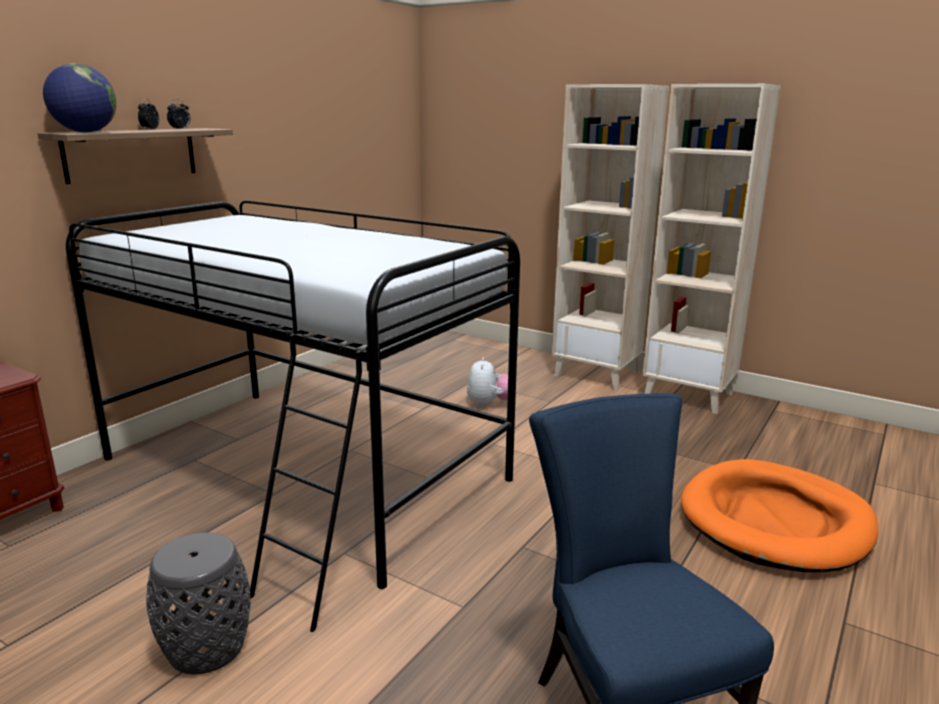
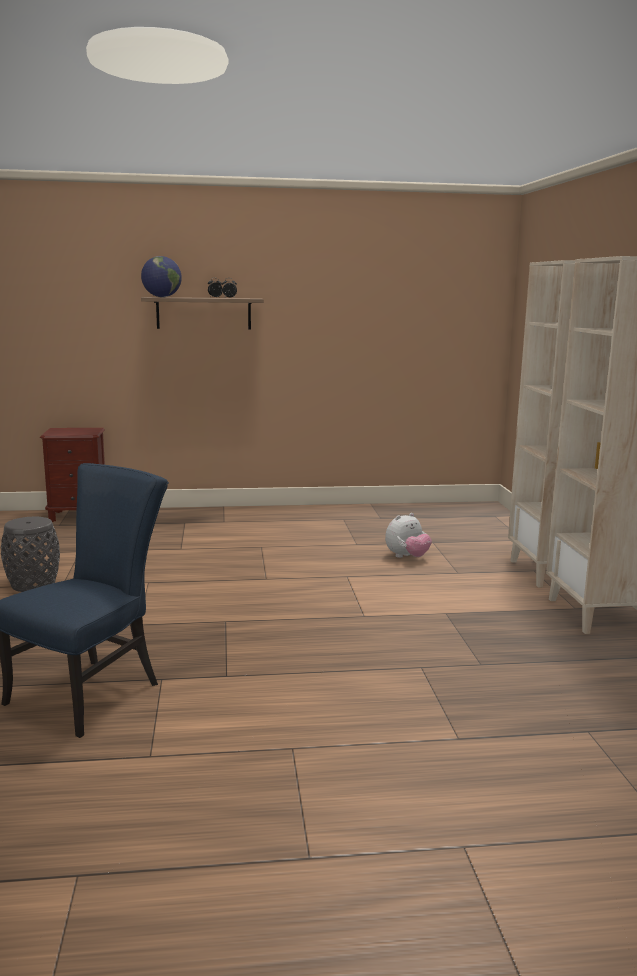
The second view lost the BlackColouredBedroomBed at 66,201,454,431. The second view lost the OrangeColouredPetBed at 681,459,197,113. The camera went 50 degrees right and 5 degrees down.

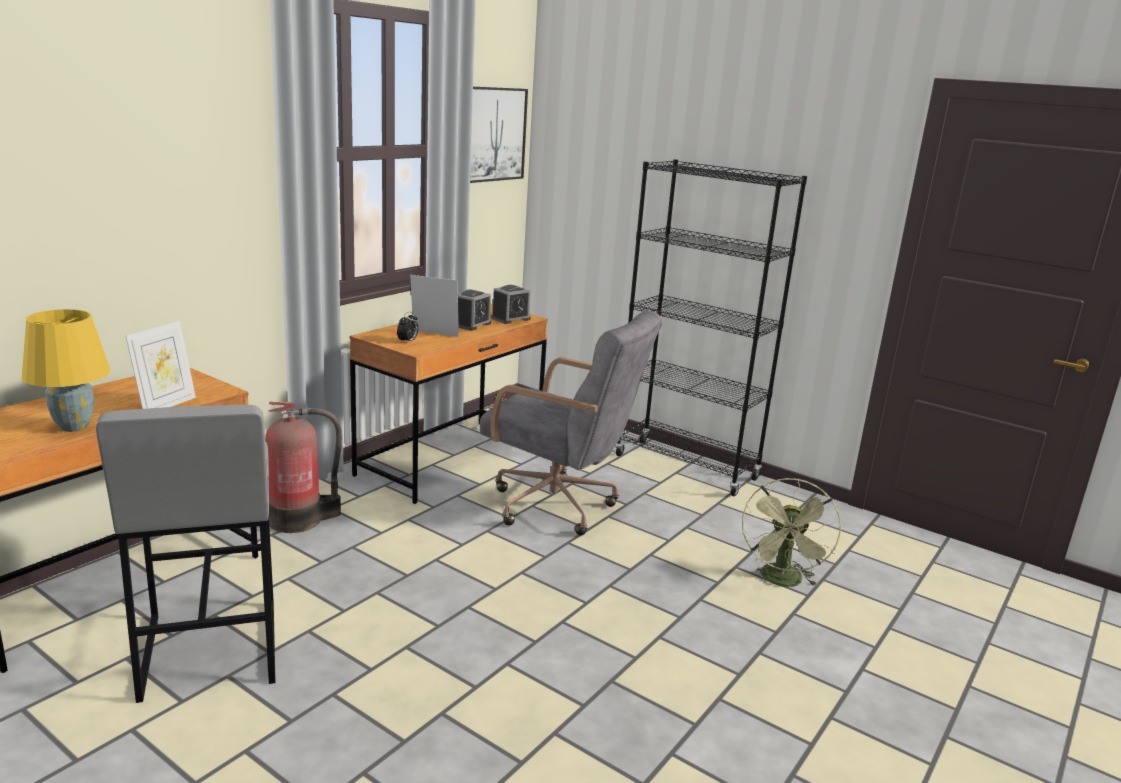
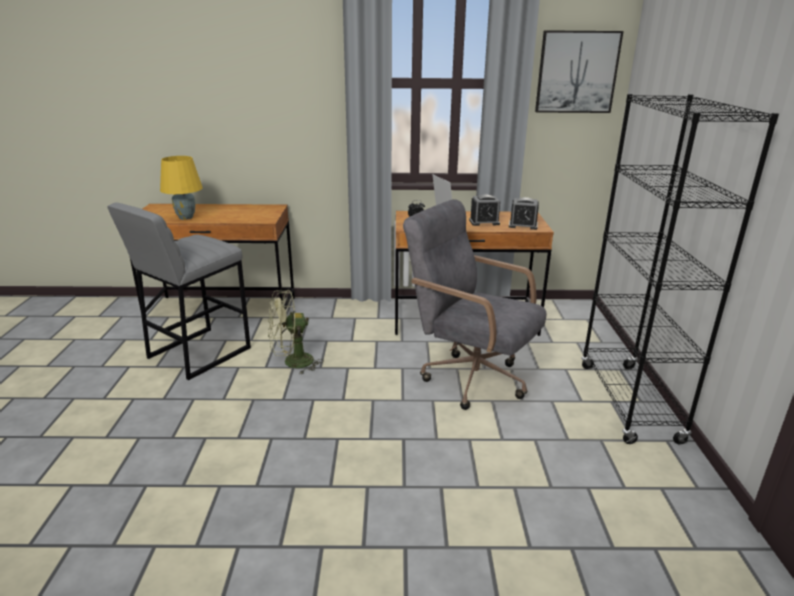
The GrayOfficeChair at 480,311,182,225 ended up facing another way, 135 degrees clockwise from before. The second view lost the PhotoFrame at 126,321,70,88. The second view lost the FireFightingCylinder at 265,402,77,131. The GreenColouredCoolingFan ended up elsewhere, having gone from 742,478,99,109 to 268,290,56,84. The camera went 55 degrees right and 5 degrees up.

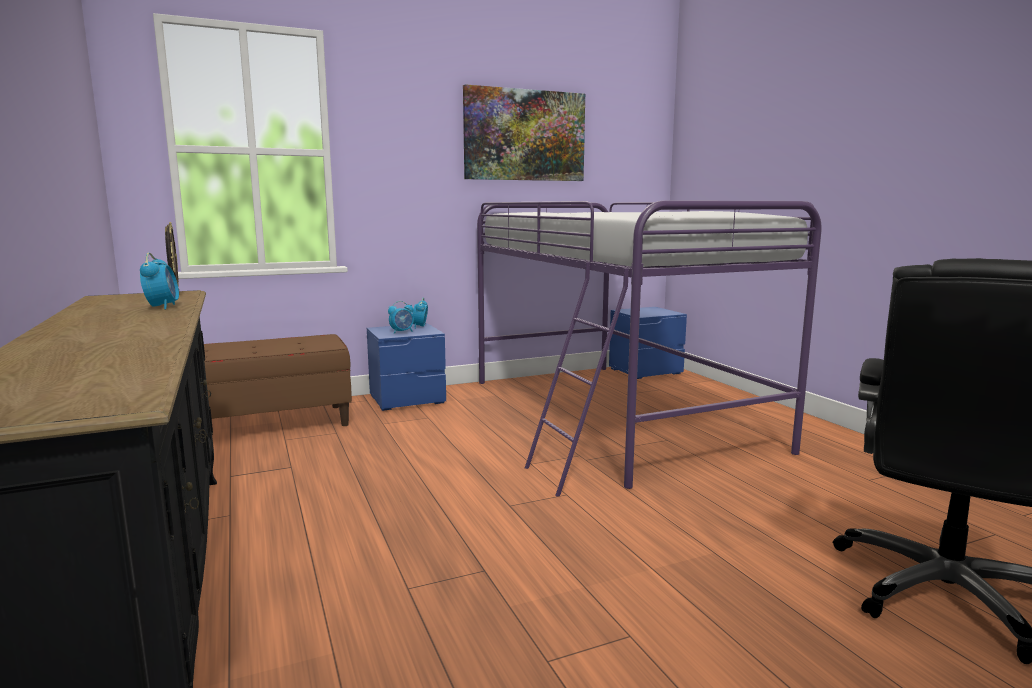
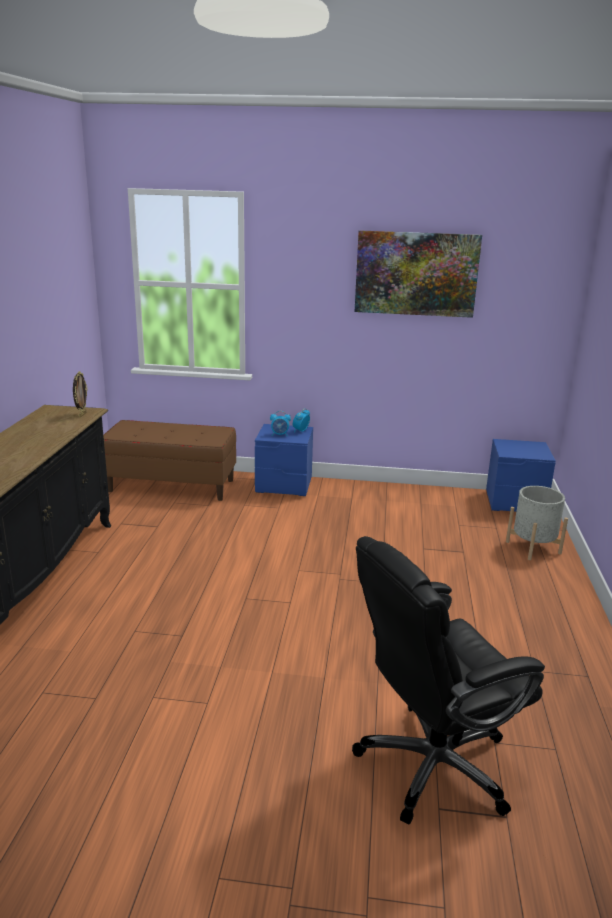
The second view lost the PurpleBedroomBed at 477,200,345,296. The second view lost the BedsideClock at 140,253,39,57. The second view gained the GrayFlowerPot at 506,486,62,74. The camera went 30 degrees right and 10 degrees up.

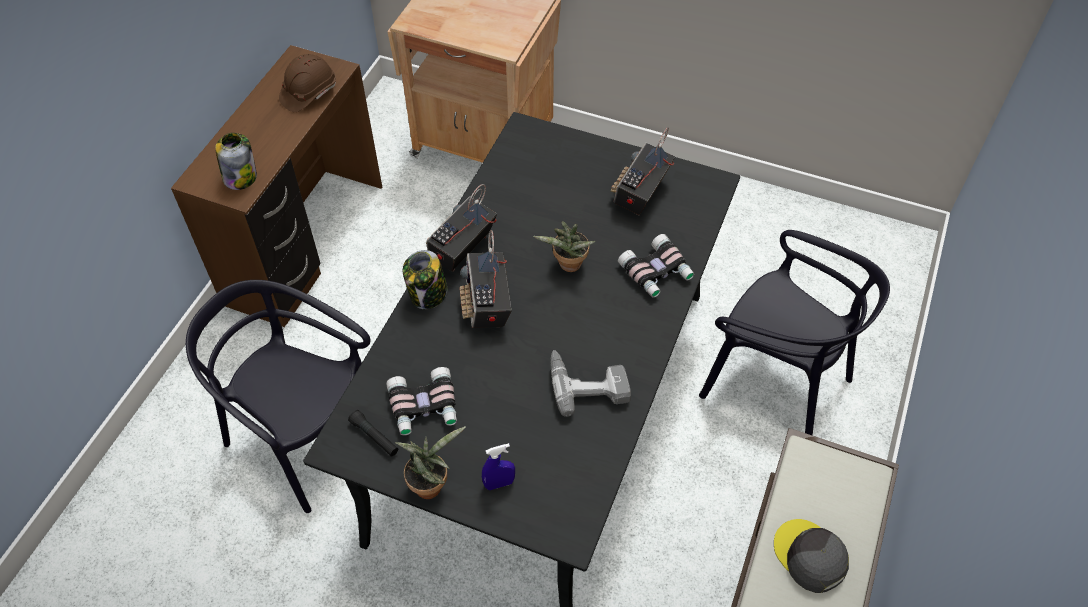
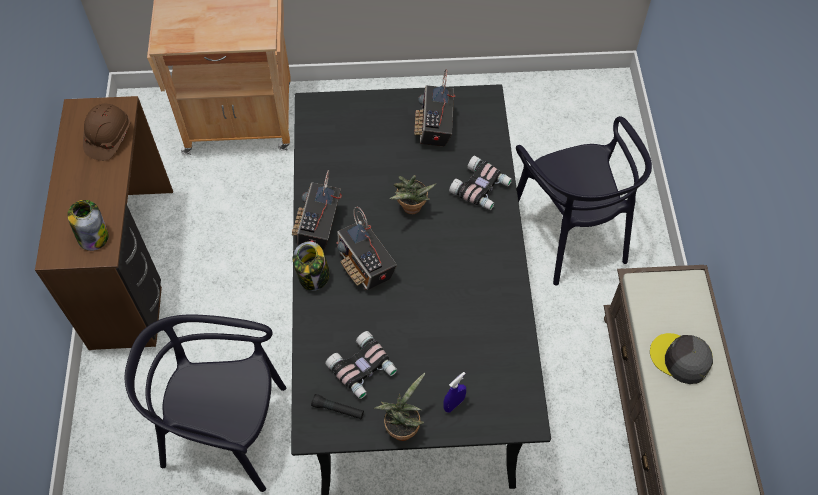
The BlackColouredPlainChair at 699,230,191,206 ended up facing another way, 60 degrees clockwise from before. The second view lost the ElectricDrill at 550,350,81,67. The camera went 25 degrees left and 5 degrees up.

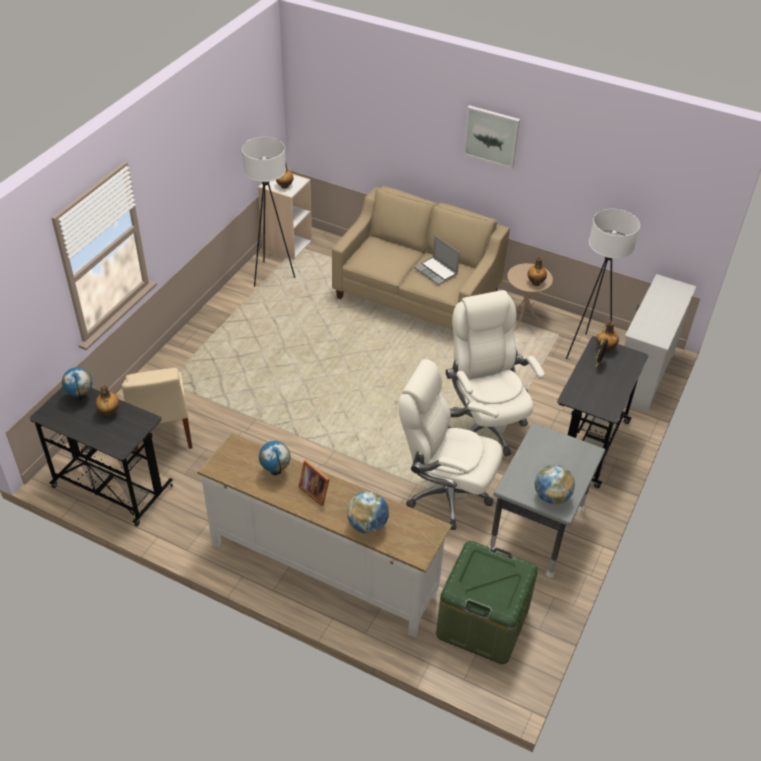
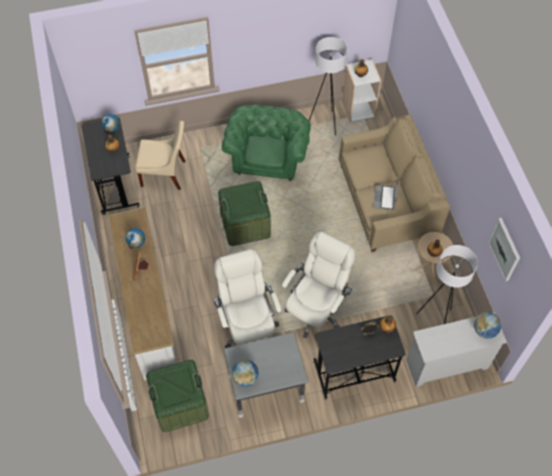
The Picture ended up elsewhere, having gone from 463,105,57,64 to 488,218,32,63. The BeigePlainChair at 122,368,70,84 ended up facing another way, 120 degrees counterclockwise from before. The DeskGlobe ended up elsewhere, having gone from 347,491,42,43 to 474,312,27,27. The second view gained the GreenColouredArmchair at 222,104,89,77. The second view gained the GreenColouredStorageBox at 218,181,53,65. The camera went 50 degrees right and 15 degrees up.

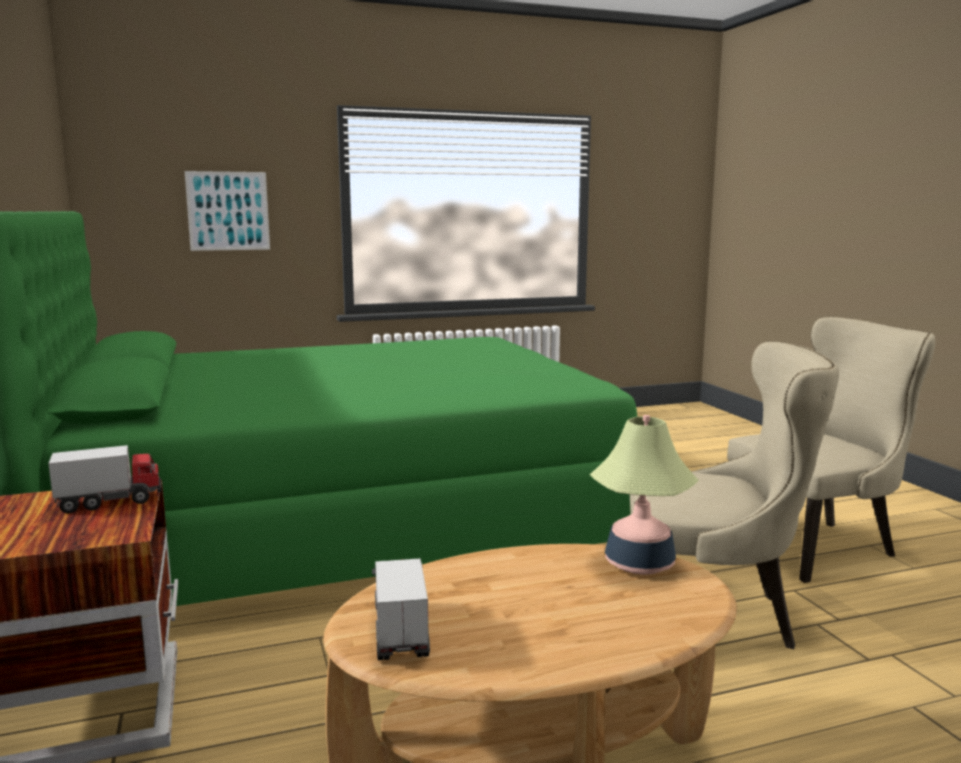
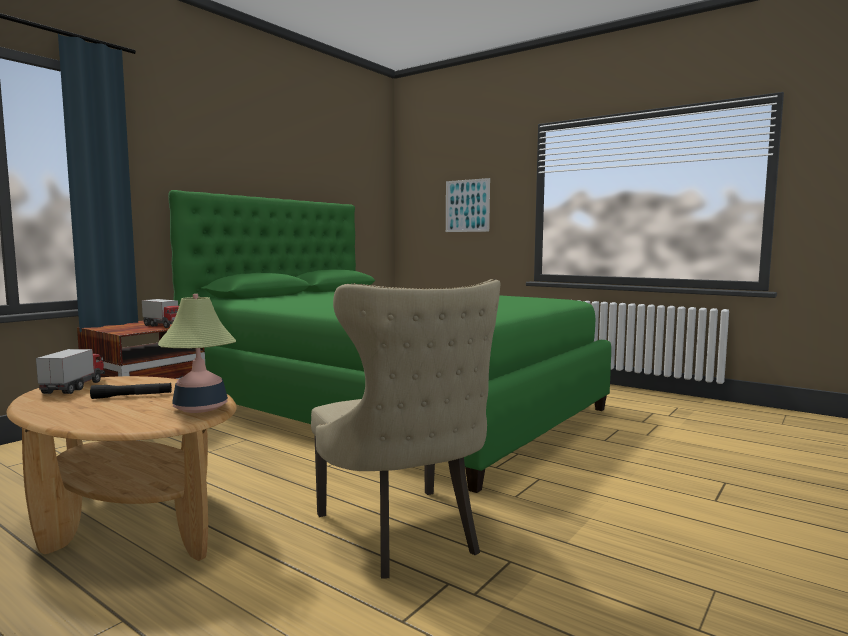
The second view lost the BeigePlainChair at 727,317,208,266. The ToyLorry at 372,558,58,102 ended up facing another way, 45 degrees counterclockwise from before. The second view gained the BlackColouredTorch at 90,383,82,16. The camera went 55 degrees right and 5 degrees down.

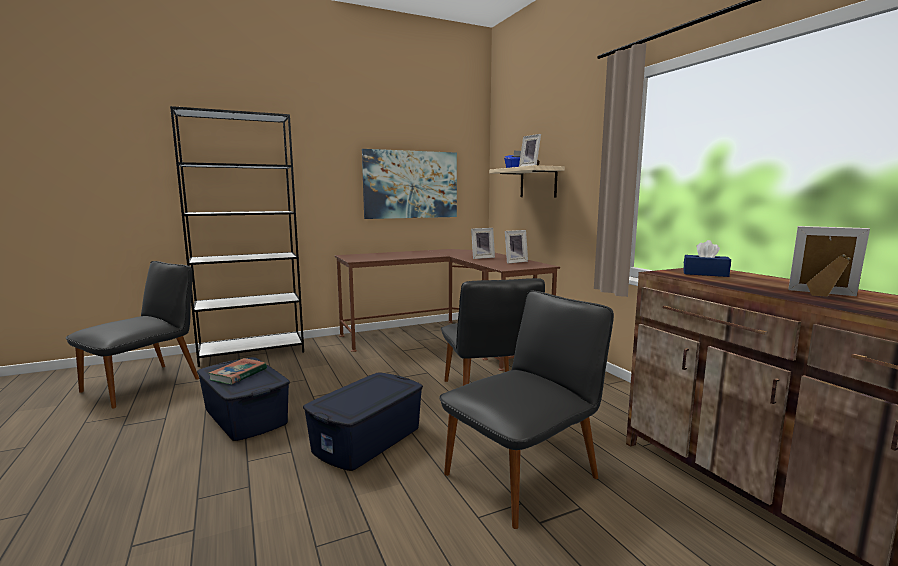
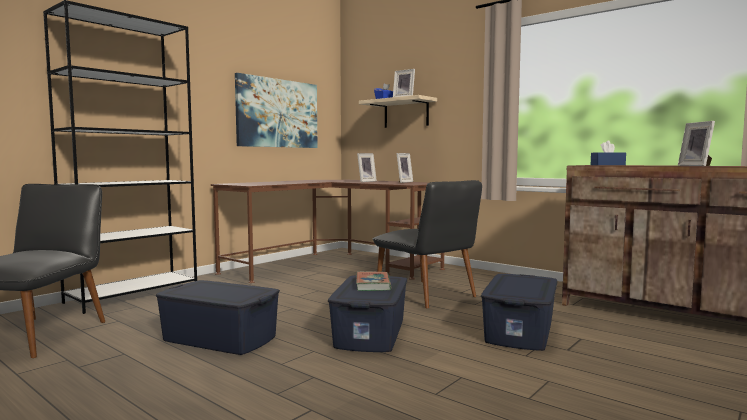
The PhotoFrame at 788,226,82,71 ended up facing another way, 105 degrees counterclockwise from before. Where the BlackColouredPlainChair stood at 440,290,174,239, the BlueColouredStorageBox came to stand at 481,274,76,77. The Book ended up elsewhere, having gone from 208,358,59,27 to 356,272,35,19. The camera went 25 degrees left and 5 degrees down.

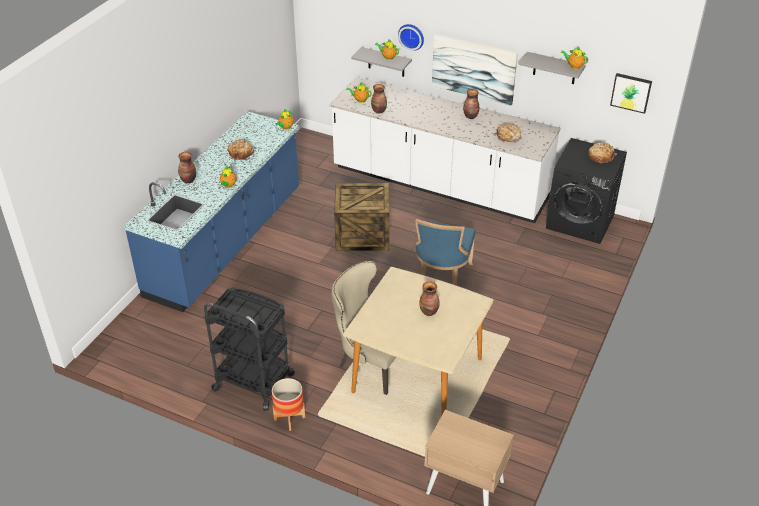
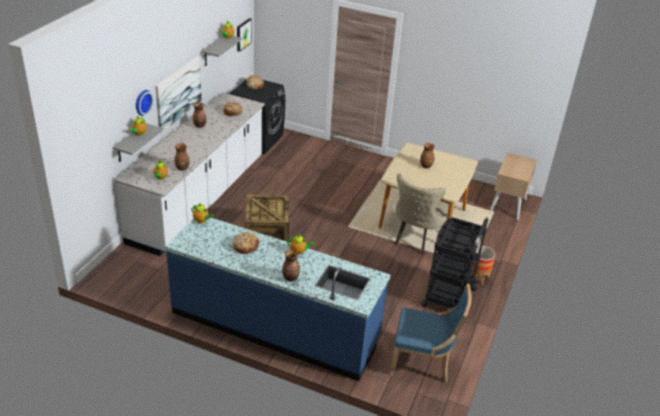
The BlueColouredPlainChair ended up elsewhere, having gone from 416,219,59,67 to 389,284,83,99. The camera went 95 degrees left and 5 degrees down.

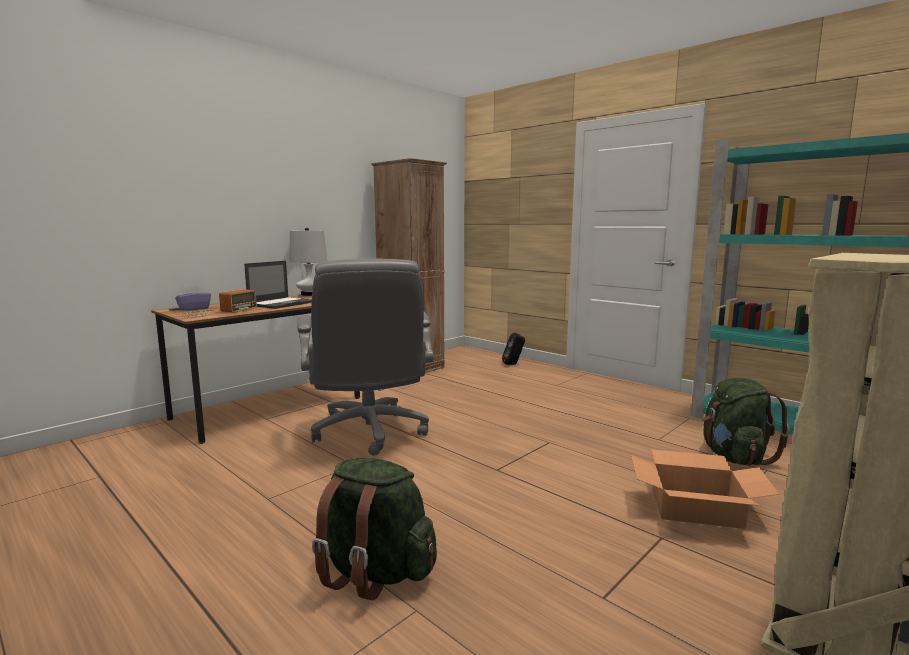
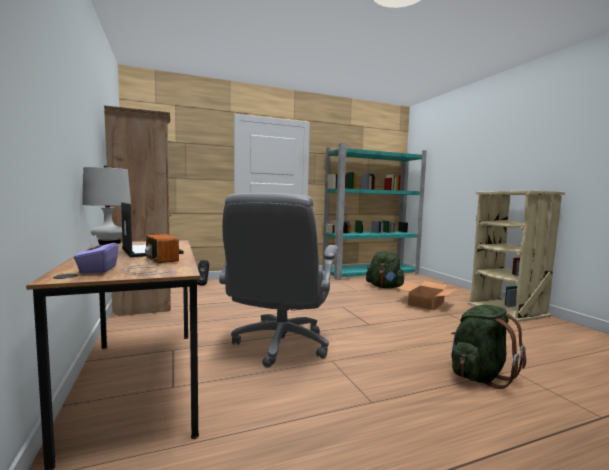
The GrayOfficeChair at 297,258,136,198 ended up facing another way, 90 degrees clockwise from before. The camera went 65 degrees left and 5 degrees down.

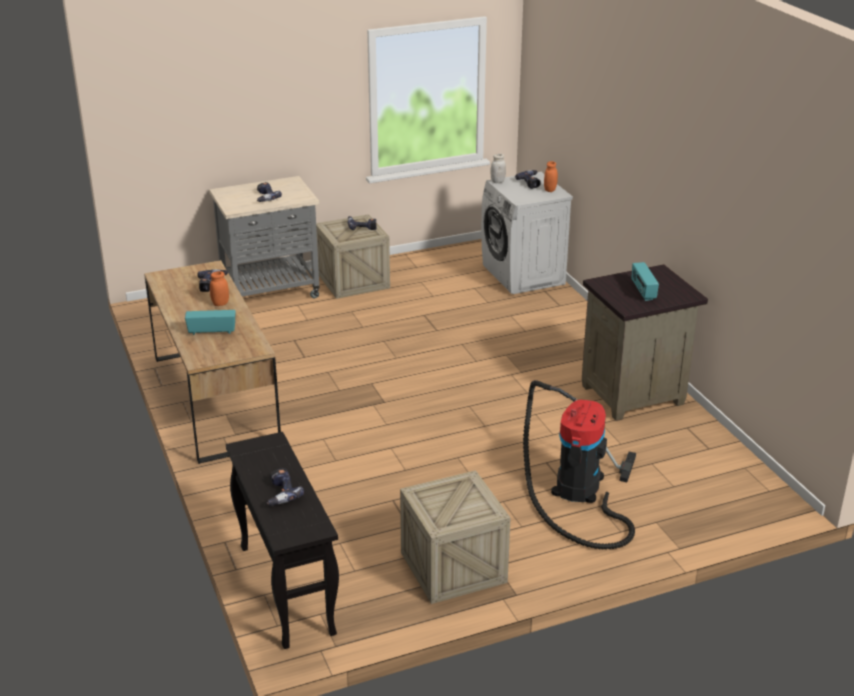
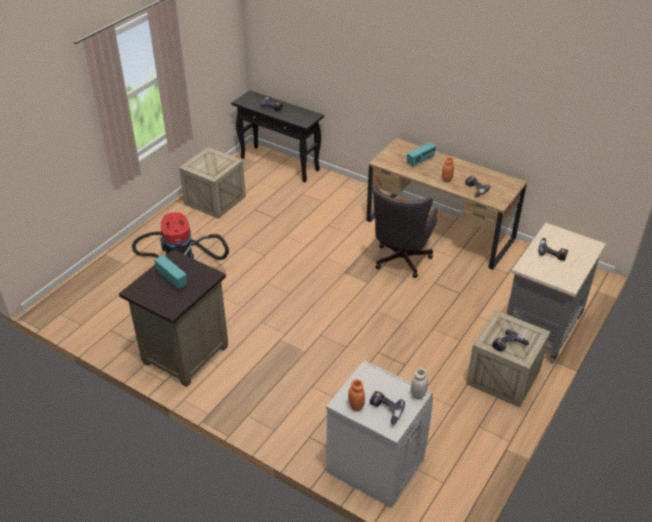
The second view gained the GrayOfficeChair at 372,186,65,92. The camera went 145 degrees right and 10 degrees up.

